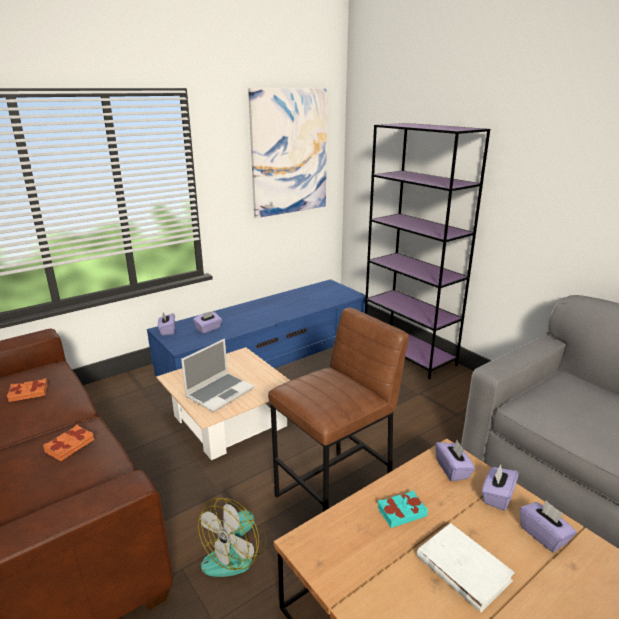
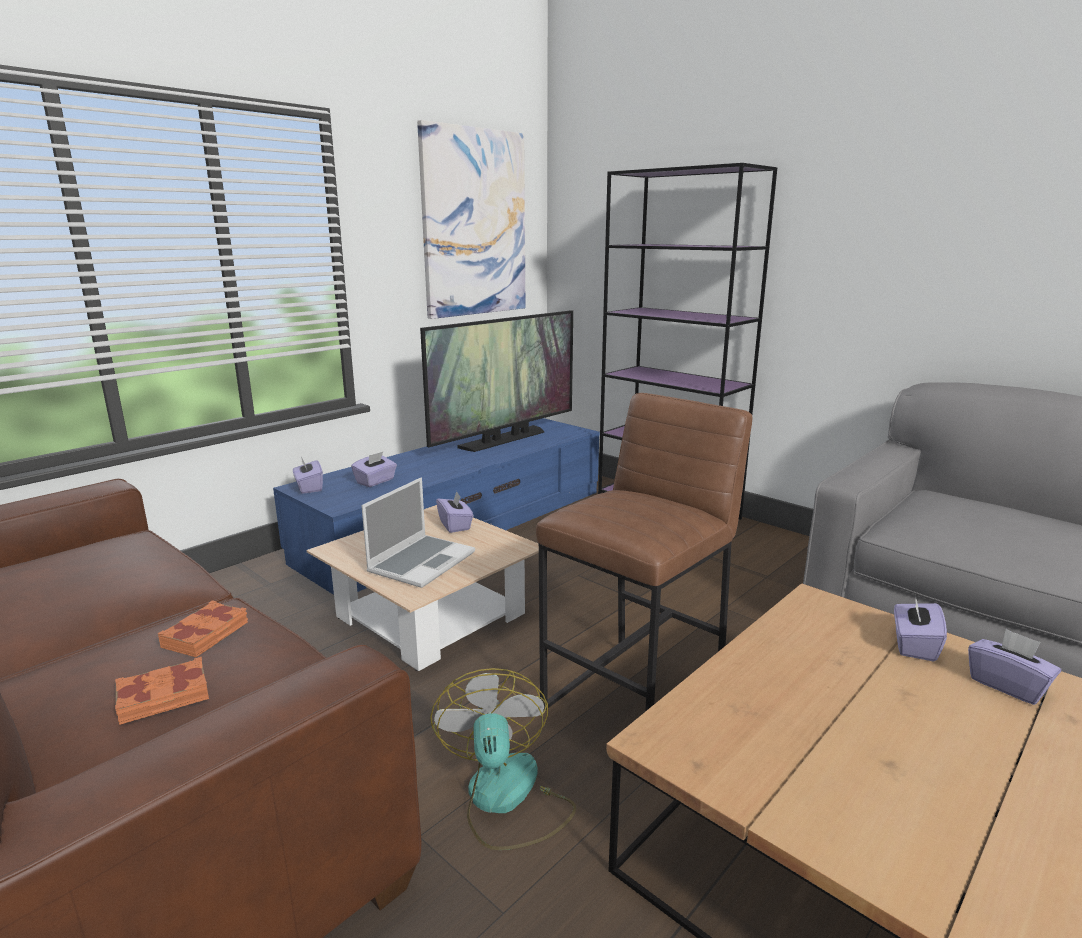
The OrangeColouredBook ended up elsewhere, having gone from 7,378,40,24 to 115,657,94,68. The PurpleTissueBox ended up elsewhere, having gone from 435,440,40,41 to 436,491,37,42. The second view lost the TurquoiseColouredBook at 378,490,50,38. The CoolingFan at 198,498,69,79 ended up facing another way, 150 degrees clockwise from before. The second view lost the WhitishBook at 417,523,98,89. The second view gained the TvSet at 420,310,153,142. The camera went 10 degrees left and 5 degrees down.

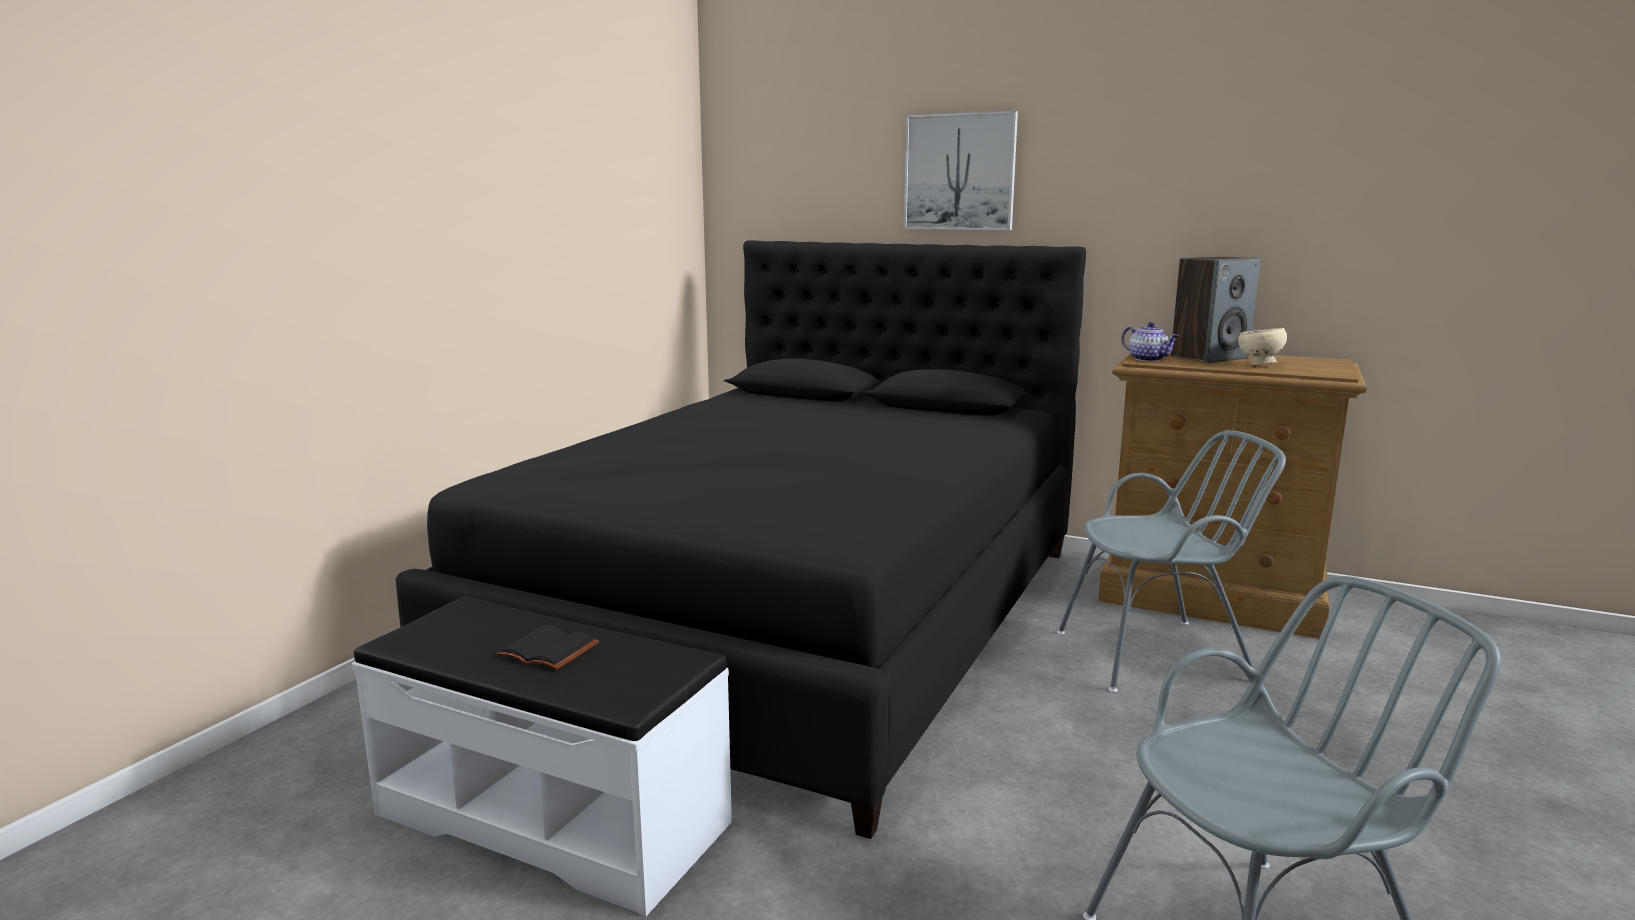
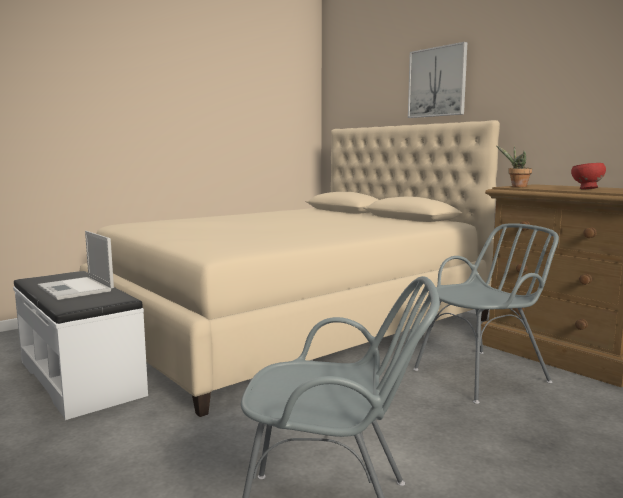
What was the BlackColouredBedroomBed at 396,240,690,599 turned into the BeigeBedroomBed at 80,120,420,297. The second view lost the AudioSpeaker at 1171,256,89,107. Where the TeaPot stood at 1122,322,58,39, the Houseplant came to stand at 497,145,35,42. What was the BeigeBowl at 1238,328,49,37 turned into the RedBowl at 571,163,35,27. The GrayPlainChair at 1057,430,229,262 ended up facing another way, 45 degrees counterclockwise from before. Where the BlackColouredBook stood at 496,625,103,45, the Laptop came to stand at 38,231,76,69. The camera went 25 degrees right and 5 degrees down.

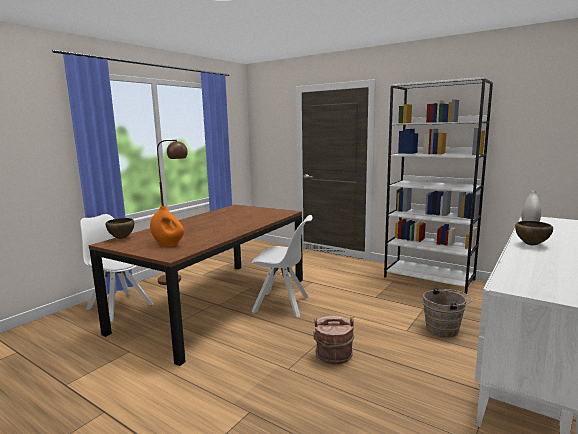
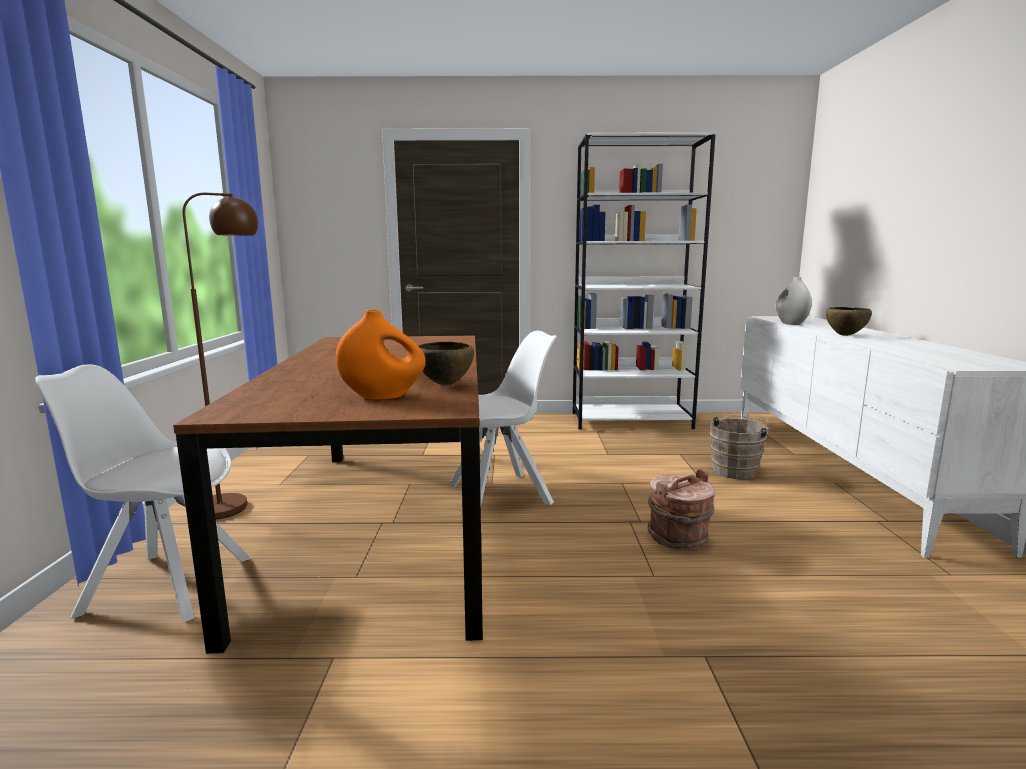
The BrownColouredBowl ended up elsewhere, having gone from 105,218,29,21 to 419,342,55,44. The camera went 35 degrees left and 0 degrees up.

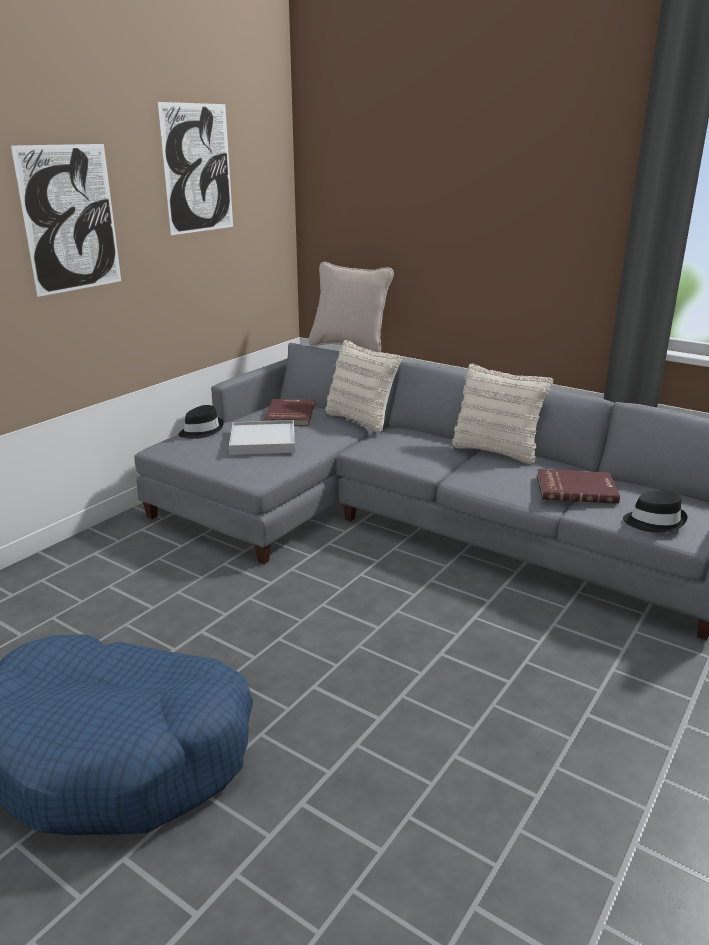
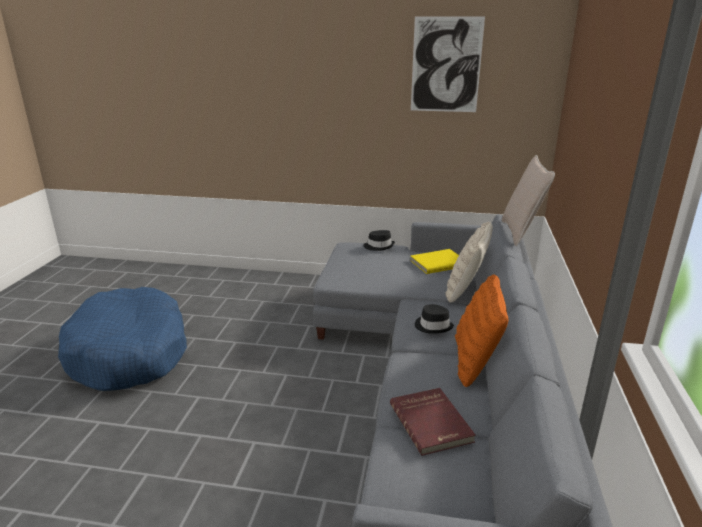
The second view lost the Picture at 11,144,110,153. What was the BeigeThrowPillow at 452,363,102,101 turned into the OrangeColouredThrowPillow at 455,275,54,112. What was the RedBook at 264,399,51,27 turned into the YellowBook at 410,249,49,25. The second view lost the WhitishTray at 229,420,66,35. The BlackColouredHat ended up elsewhere, having gone from 623,490,64,43 to 415,304,39,30. The camera went 65 degrees right and 0 degrees up.

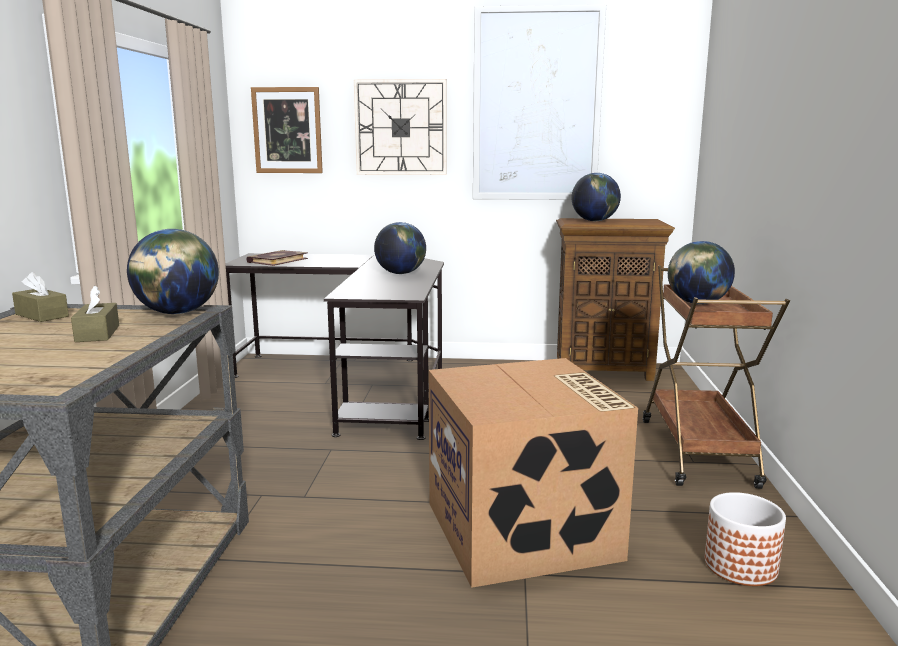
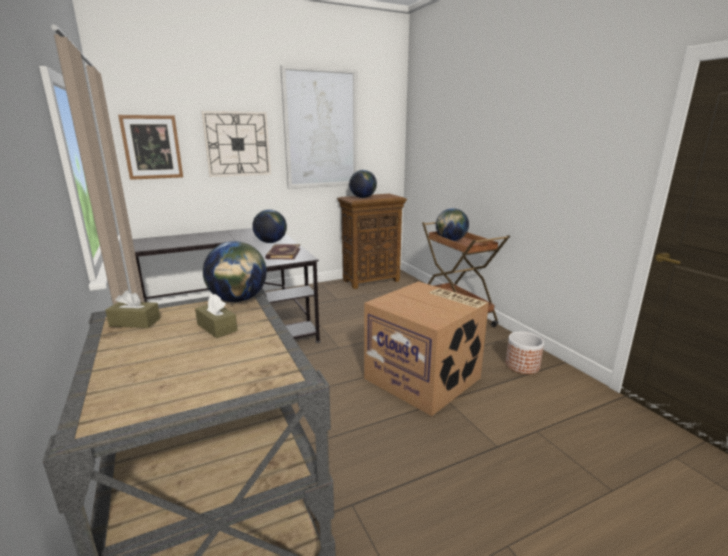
The Book ended up elsewhere, having gone from 246,250,62,16 to 265,244,36,16. The camera went 30 degrees left and 5 degrees up.

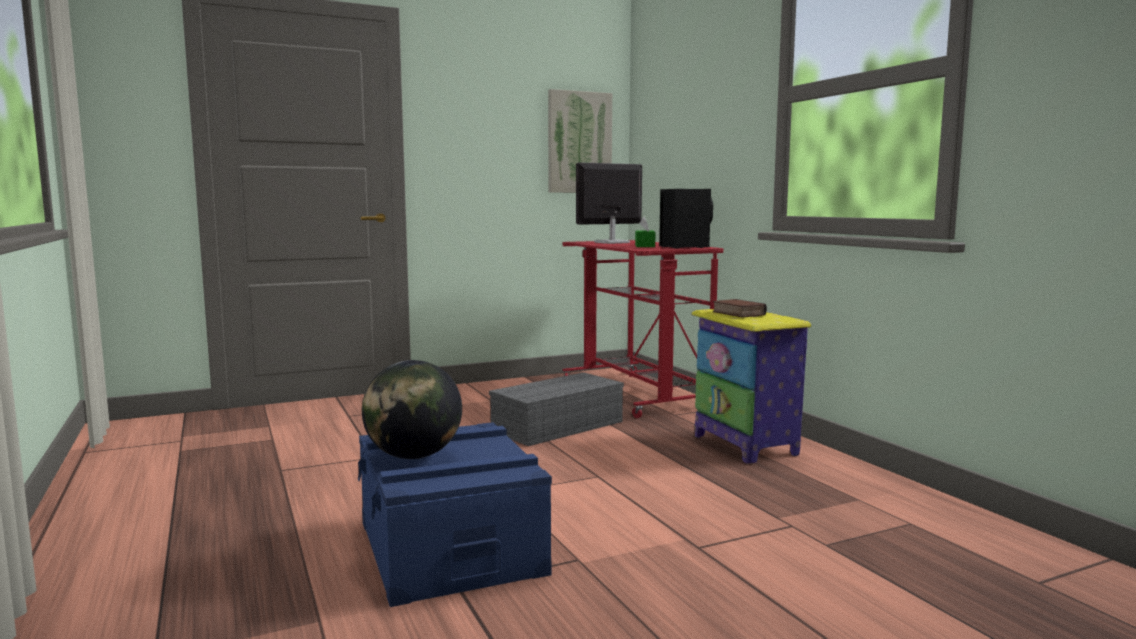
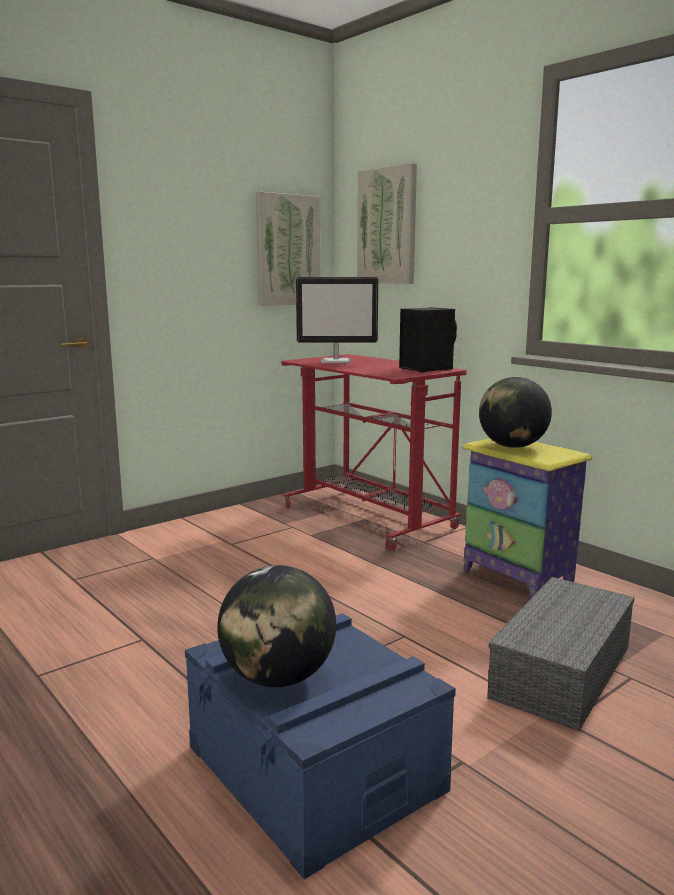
The Monitor at 576,162,66,82 ended up facing another way, 135 degrees counterclockwise from before. The second view lost the GreenColouredTissueBox at 635,217,20,30. Where the Book stood at 713,299,54,19, the DeskGlobe came to stand at 479,377,73,71. The GrayStorageBox ended up elsewhere, having gone from 489,372,135,74 to 487,577,148,154. The second view gained the Picture at 357,163,60,121. The camera went 15 degrees left and 5 degrees up.

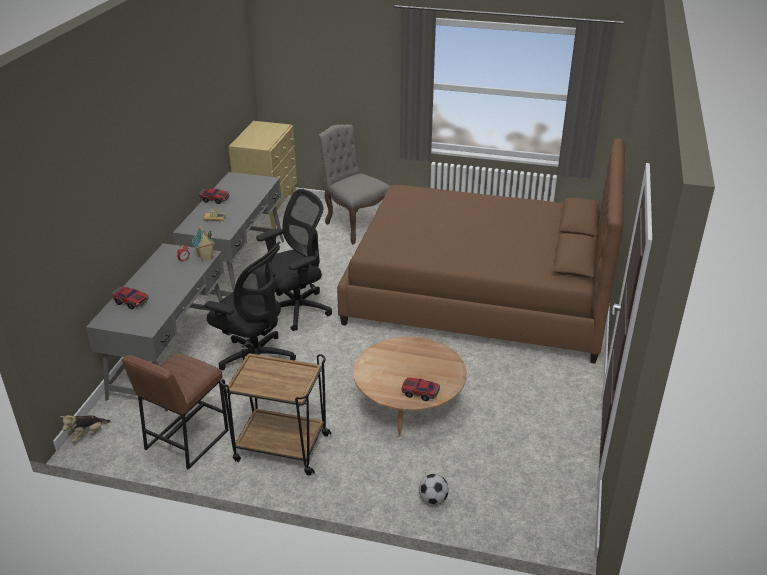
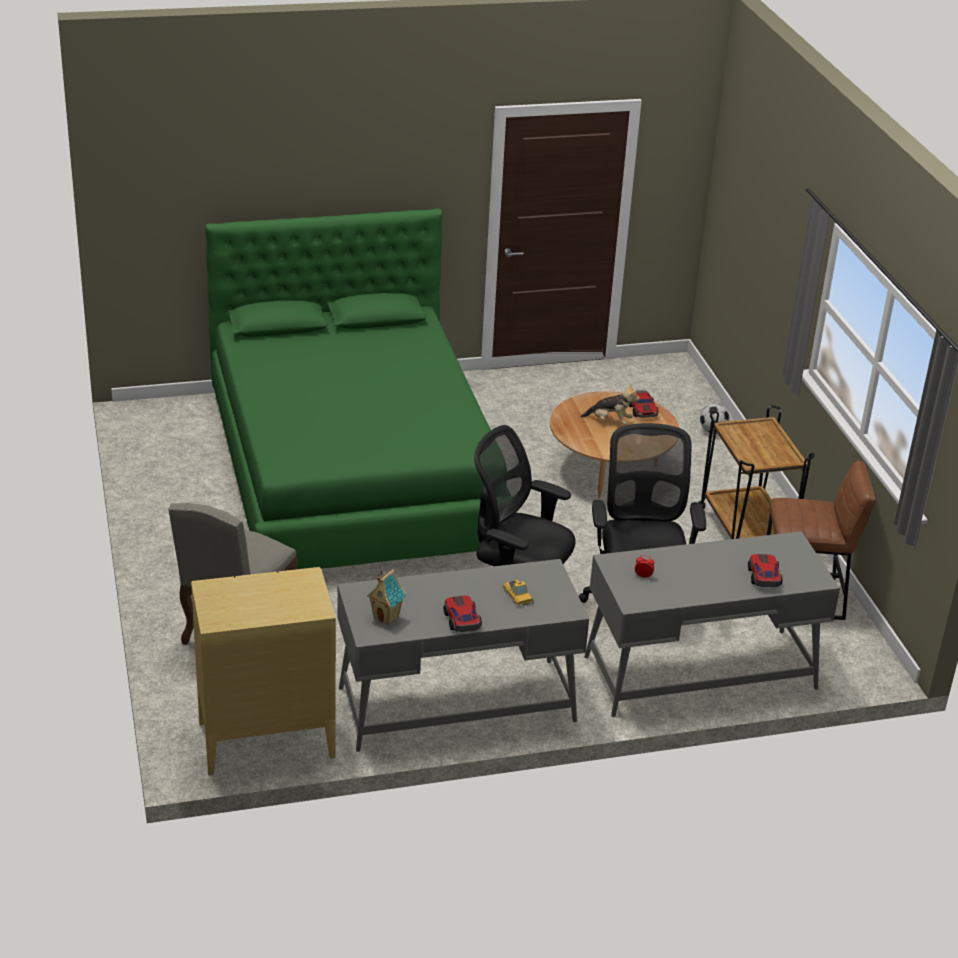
What was the BrownColouredBedroomBed at 337,138,288,225 turned into the GreenColouredBedroomBed at 205,208,286,361. The ModelHouse ended up elsewhere, having gone from 192,225,23,36 to 367,569,40,56. The SoftToy ended up elsewhere, having gone from 60,415,50,28 to 581,384,59,41. The camera went 120 degrees left and 0 degrees up.

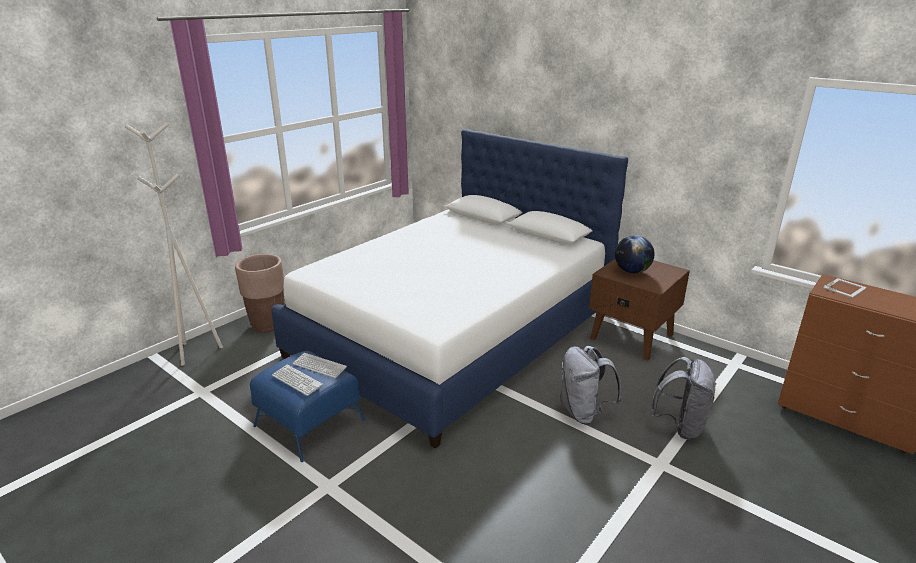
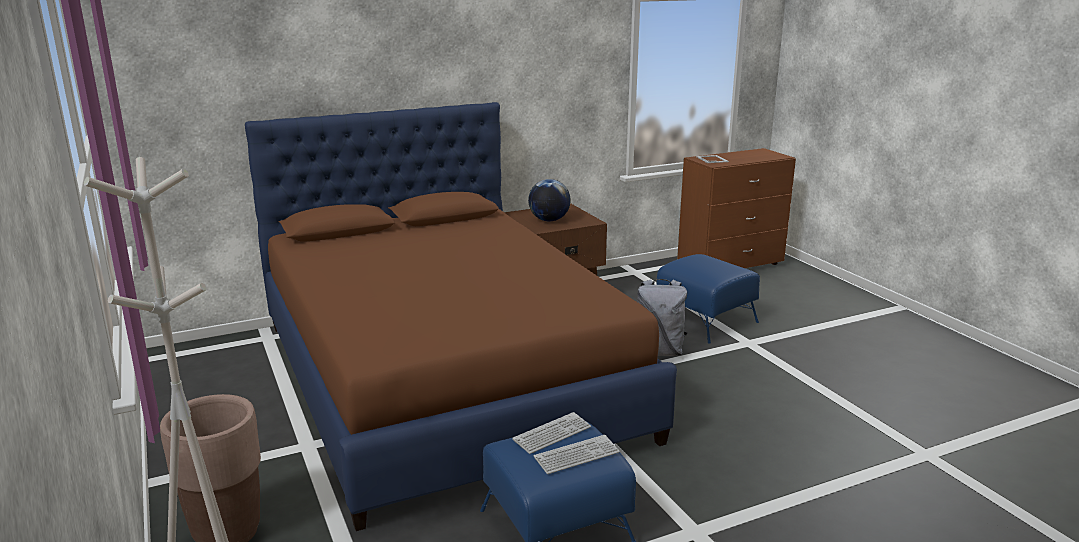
What was the WhitishBedroomBed at 271,129,357,320 turned into the BrownColouredBedroomBed at 245,102,432,429. Where the GrayKnapsack stood at 650,357,66,83, the BlueColouredFootrest came to stand at 656,254,104,90. The camera went 65 degrees left and 5 degrees down.

